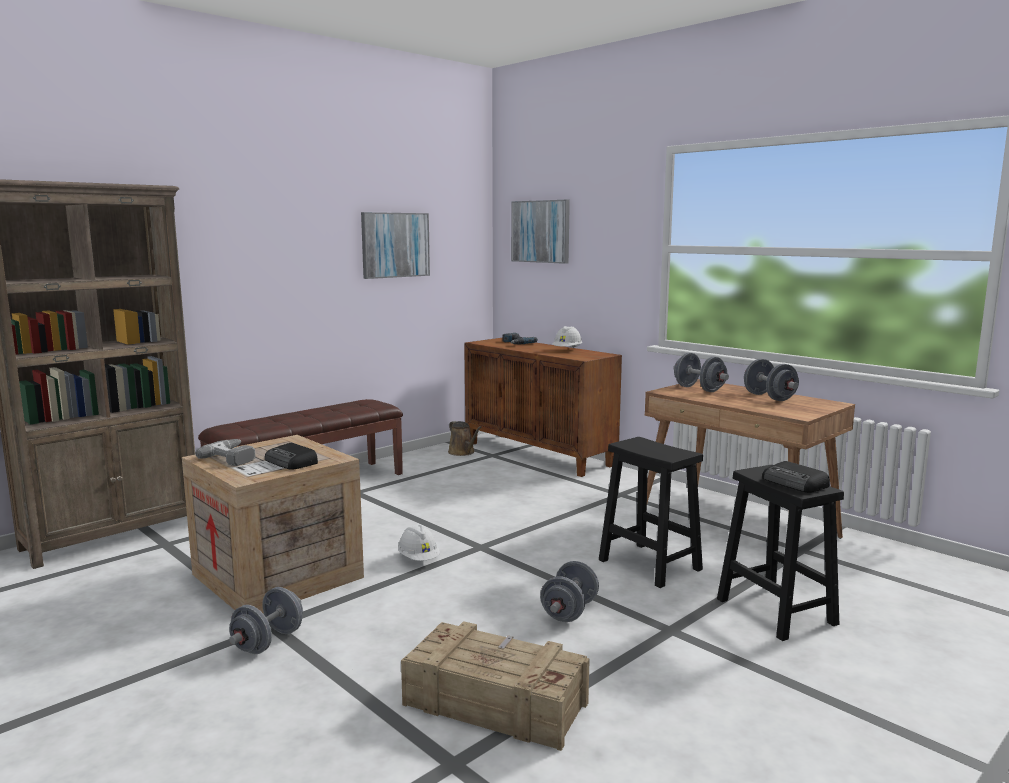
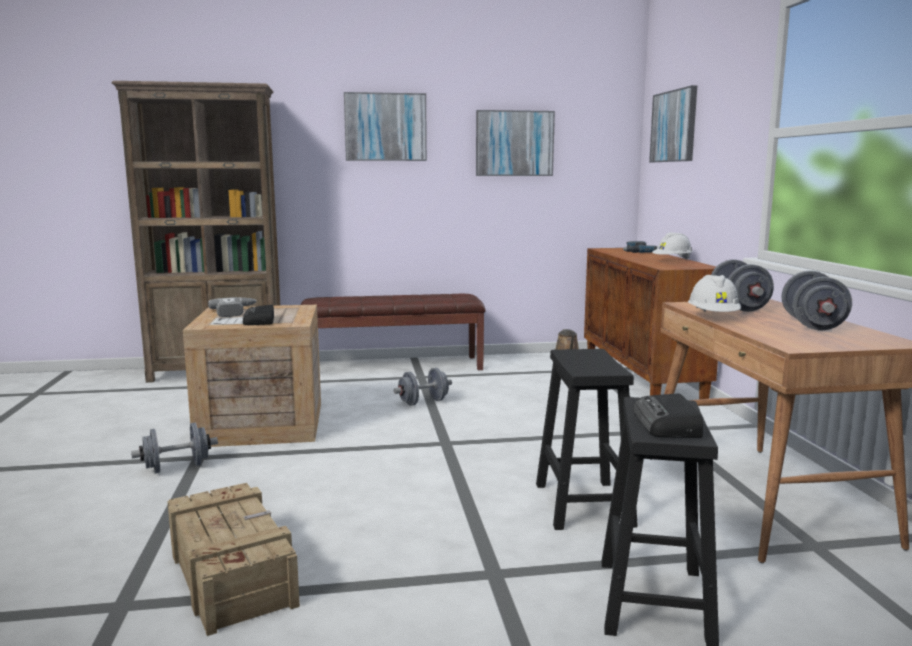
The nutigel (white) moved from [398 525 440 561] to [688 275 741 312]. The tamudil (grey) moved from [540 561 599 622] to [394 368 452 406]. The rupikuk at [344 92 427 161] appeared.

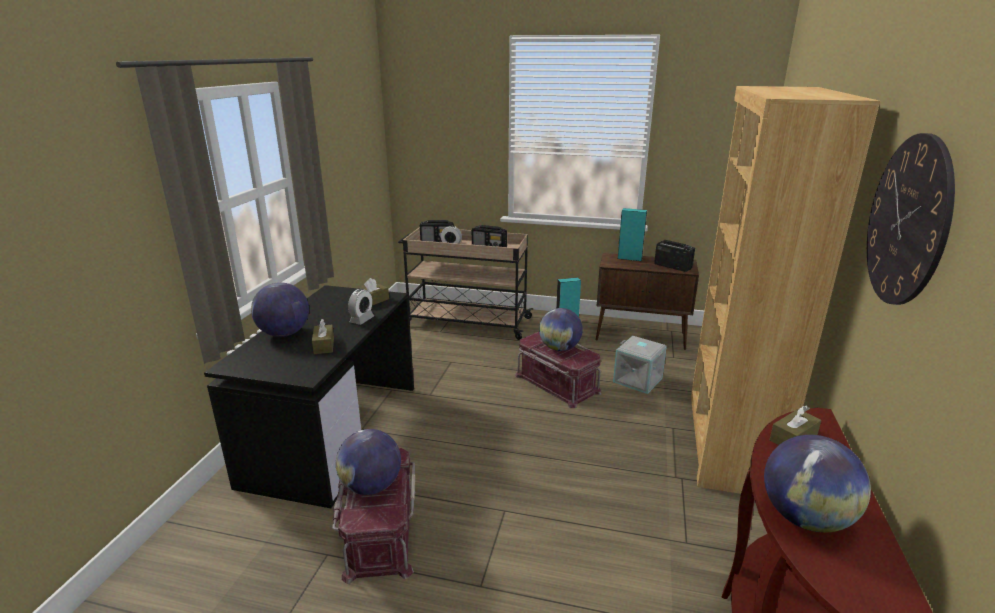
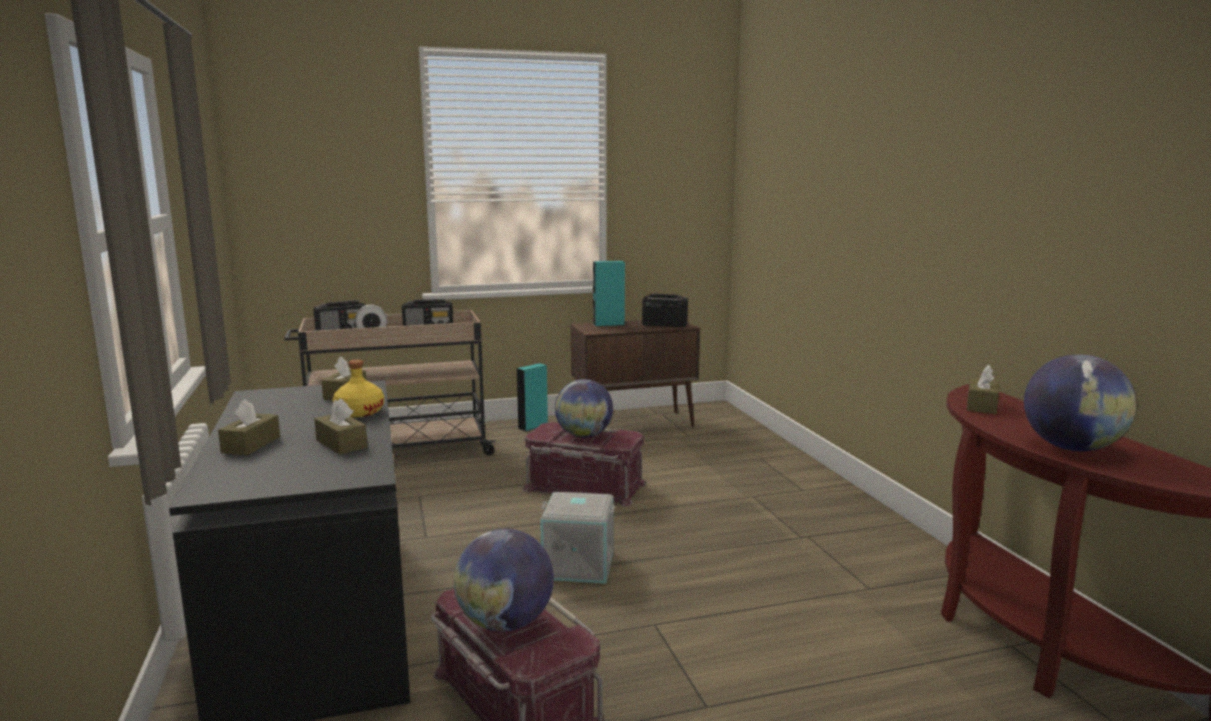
The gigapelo at [251 282 309 337] was replaced by the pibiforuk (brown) at [218 399 280 455]. The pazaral at [348 289 374 325] was replaced by the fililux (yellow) at [332 360 384 418]. The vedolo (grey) moved from [613 336 667 394] to [540 492 615 583]. The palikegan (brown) at [691 86 880 494] disappeared. The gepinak at [867 133 955 305] disappeared.

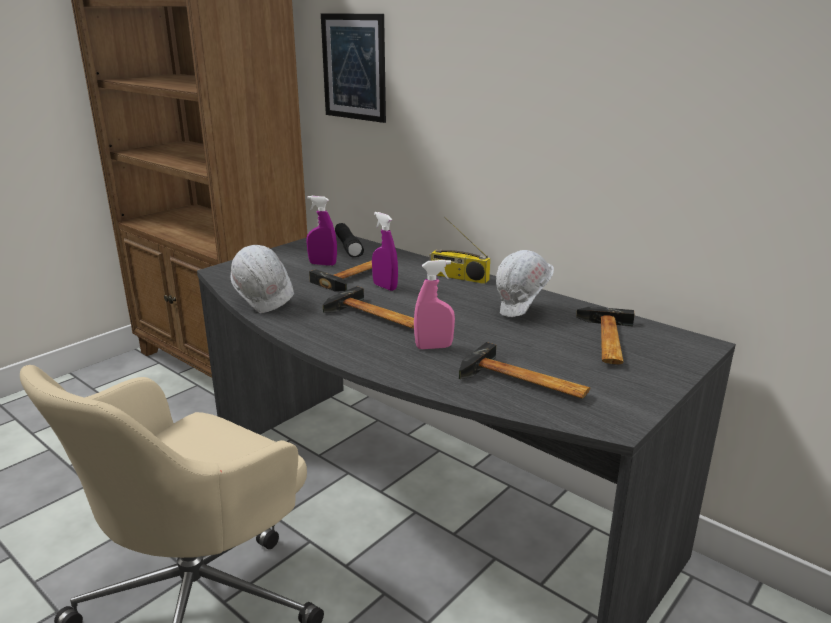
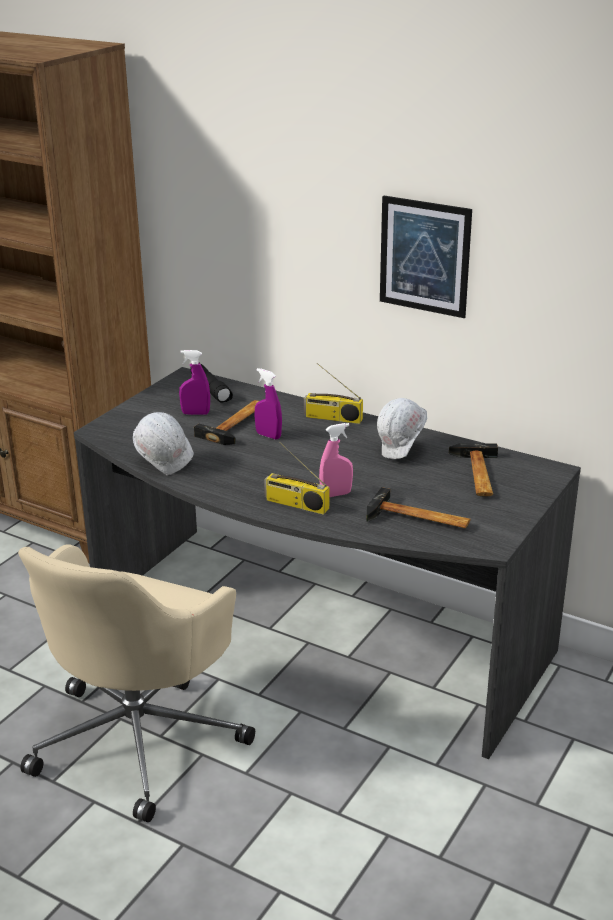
The rupikuk moved from [321 13 386 123] to [380 196 472 318]. The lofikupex at [323 286 414 329] disappeared. The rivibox at [264 441 329 514] appeared.

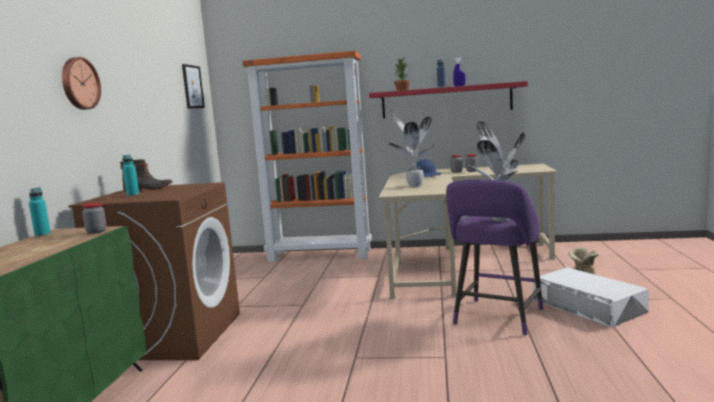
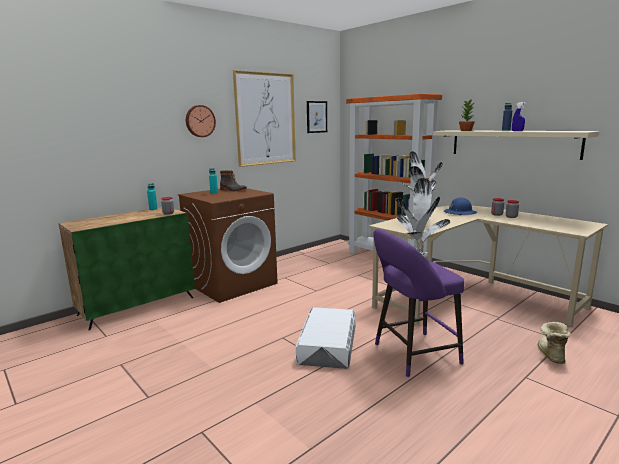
The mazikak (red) at [369 81 528 119] became the mazikak (beige) at [433 130 599 160]. The vedolo (white) moved from [533 267 649 327] to [296 307 356 369]. The rupikuk at [233 70 296 167] appeared.

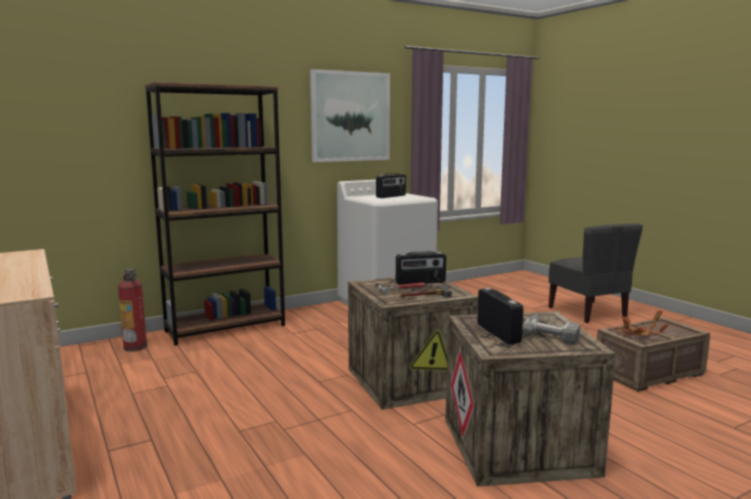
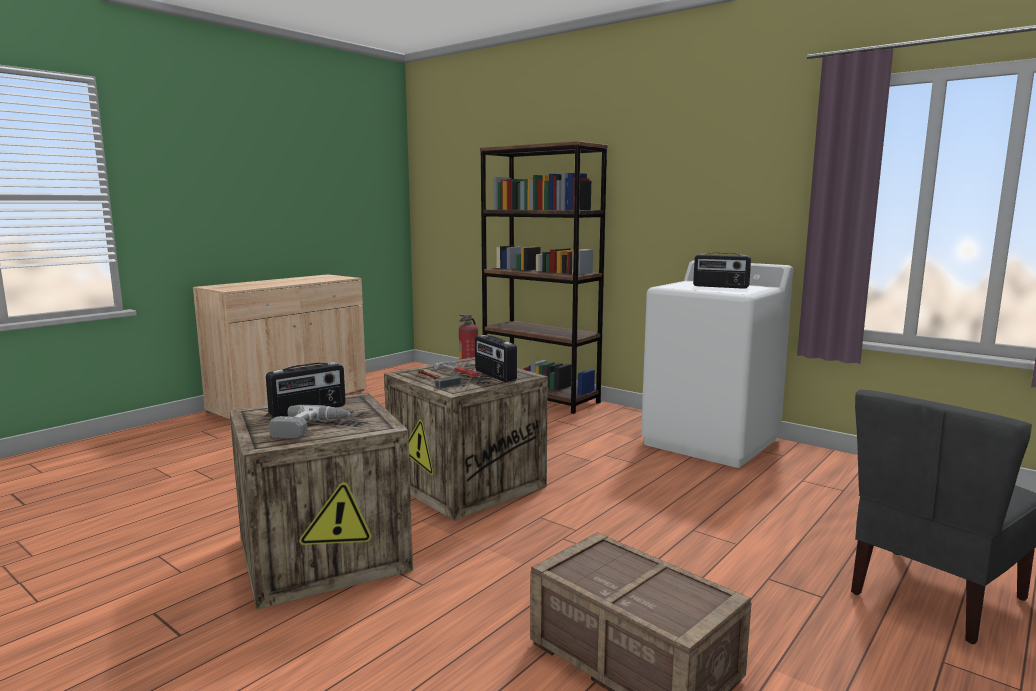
The rupikuk at [310 69 390 162] disappeared. The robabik at [615 311 669 336] disappeared.

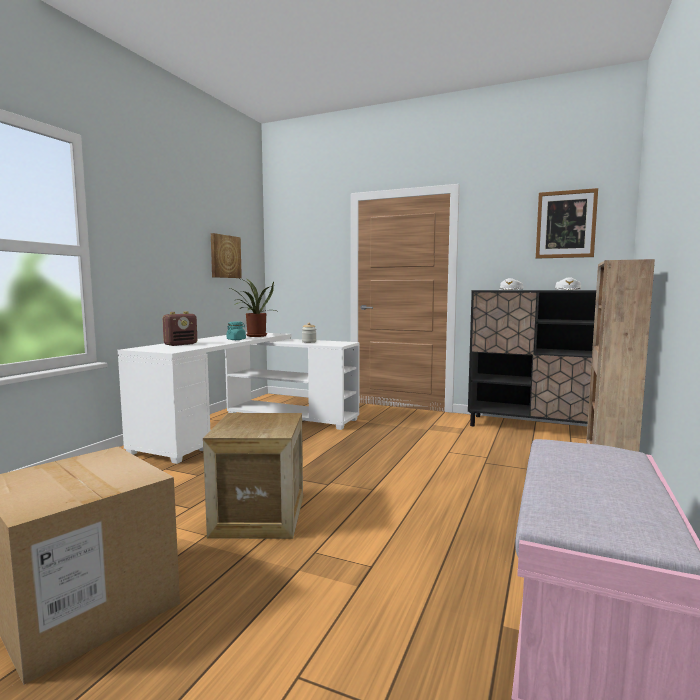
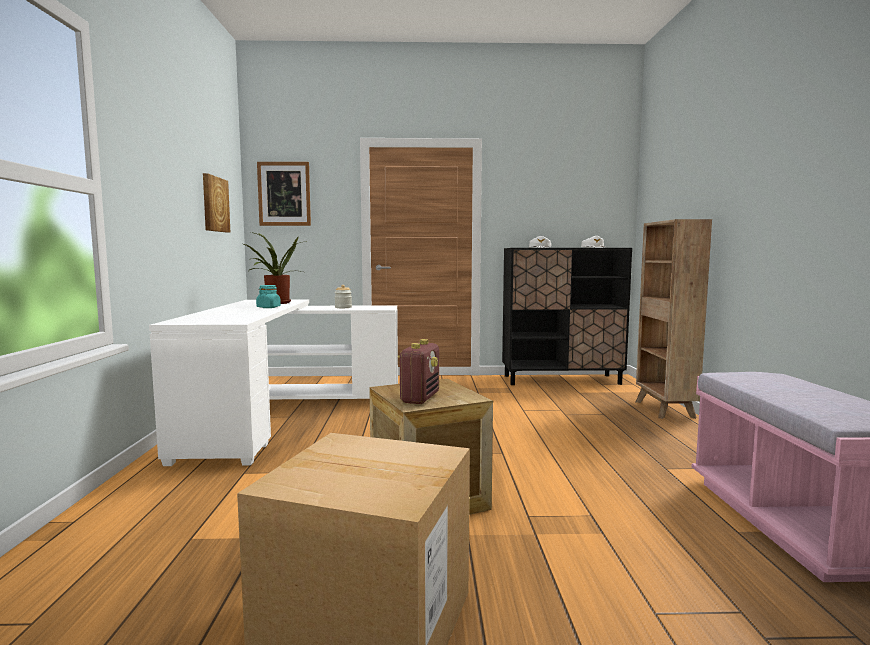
The rivibox moved from [162 311 197 346] to [398 339 439 404]. The rupikuk moved from [536 188 598 259] to [257 162 311 226].

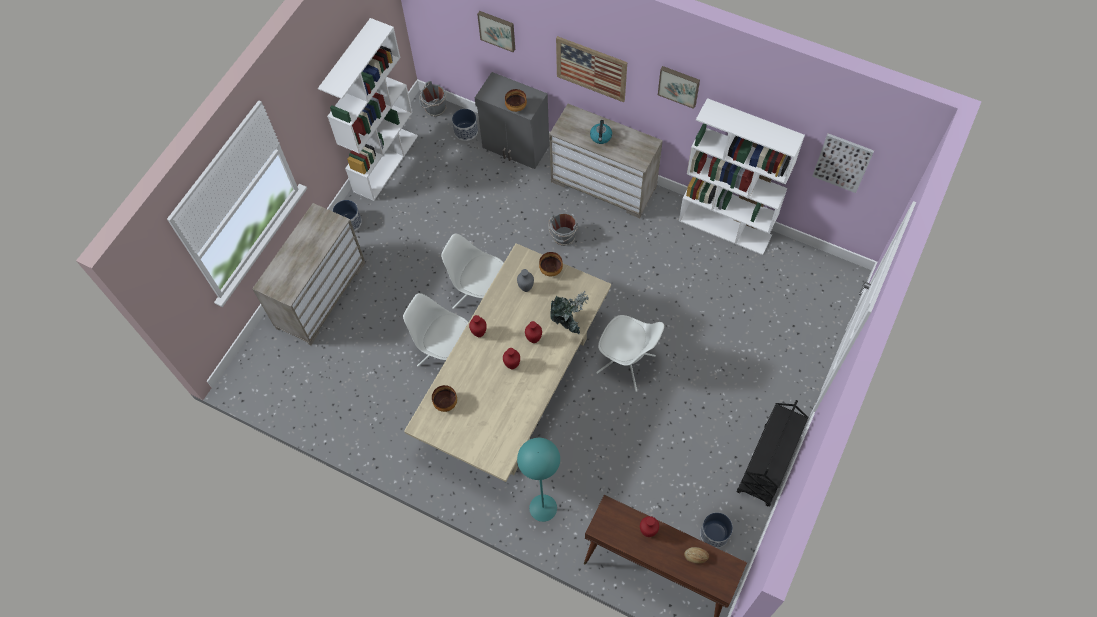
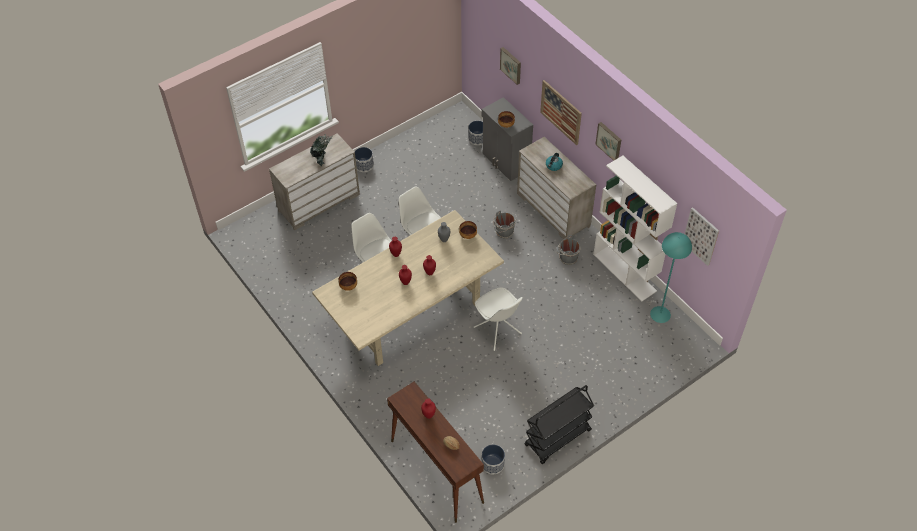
The palikegan (white) at [318 18 418 201] disappeared. The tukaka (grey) moved from [419 81 447 117] to [557 235 581 265]. The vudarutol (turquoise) moved from [517 438 560 522] to [650 232 692 323]. The robabik moved from [550 290 589 334] to [310 134 333 167].

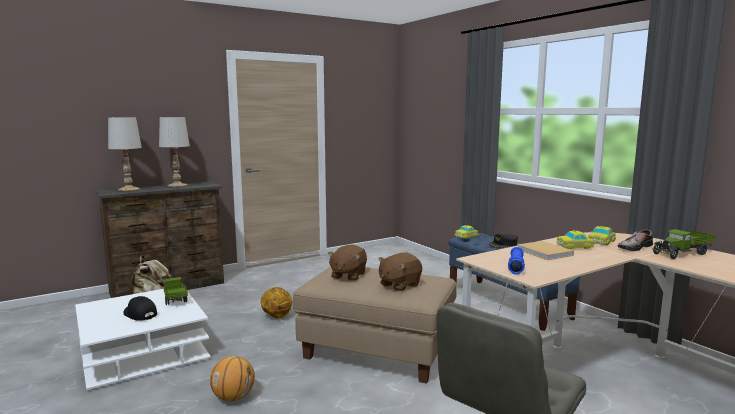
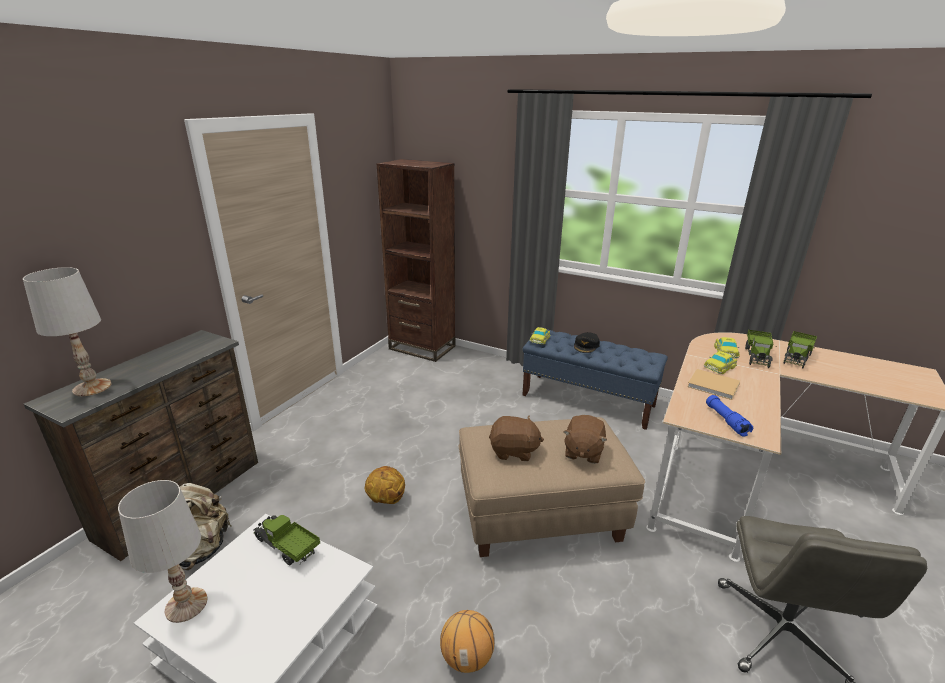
The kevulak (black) at [123 296 157 321] disappeared. The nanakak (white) moved from [159 117 190 187] to [118 480 207 623]. The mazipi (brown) at [328 244 367 281] turned 75 degrees counterclockwise. The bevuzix at [617 230 653 251] was replaced by the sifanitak at [745 330 777 368]. The palikegan (brown) at [377 159 455 362] appeared.

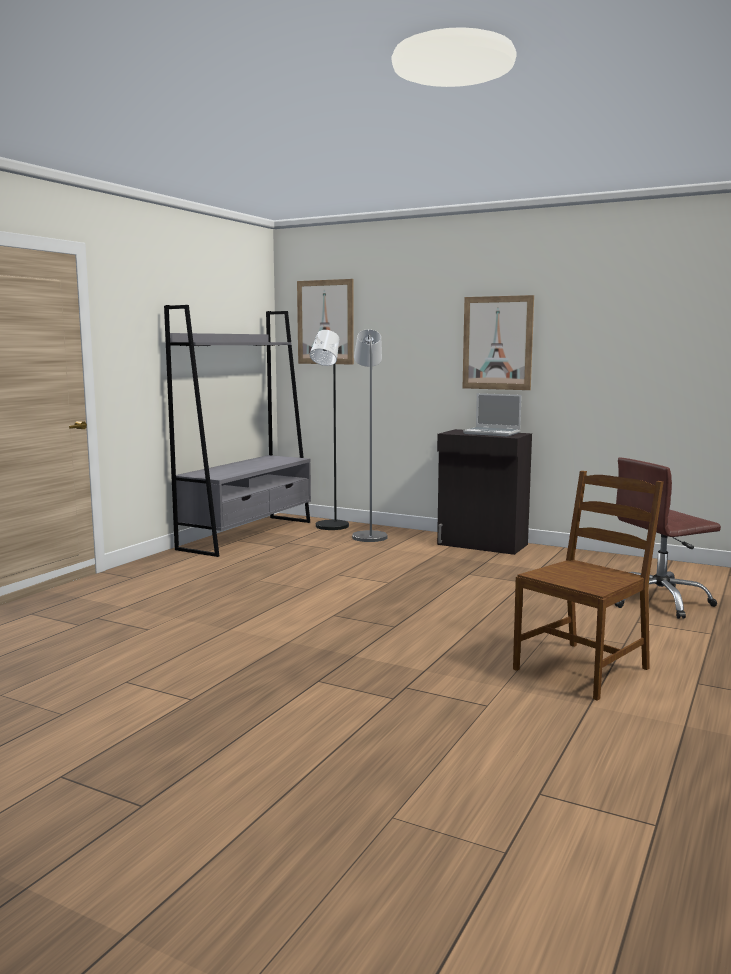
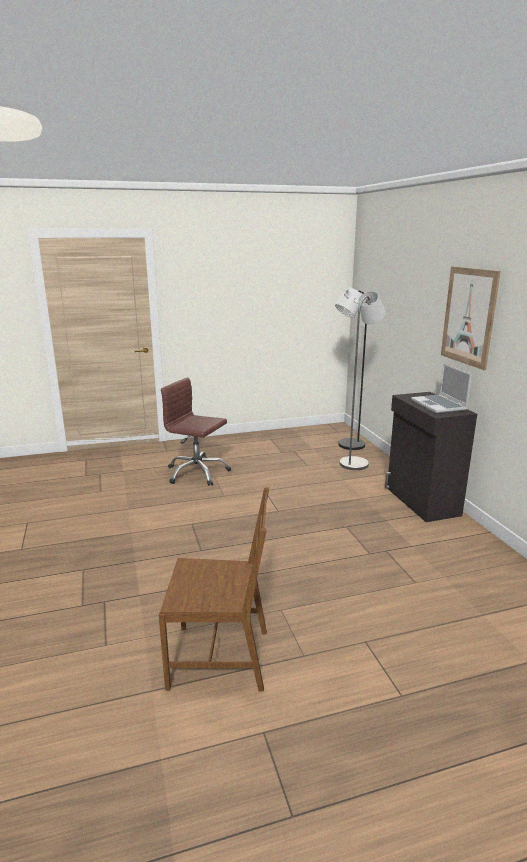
The palikegan (grey) at [164 305 311 557] disappeared. The rupikuk at [297 279 354 365] disappeared. The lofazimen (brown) moved from [614 458 721 619] to [161 377 231 486].

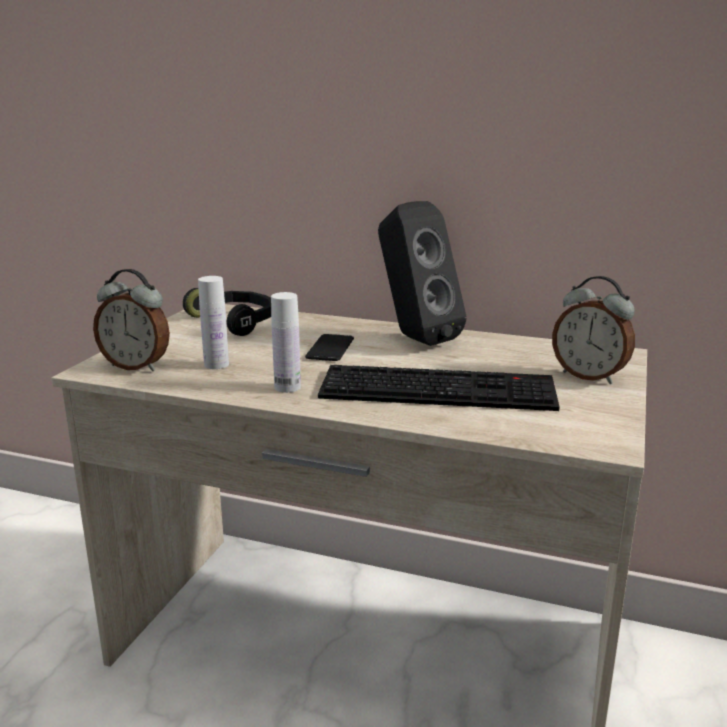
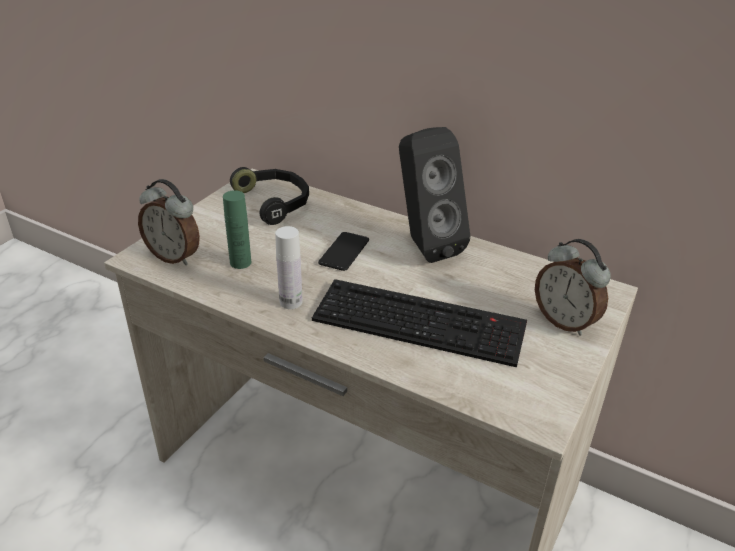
The fililux (white) at [198 276 229 369] became the fililux (green) at [223 190 251 269].

